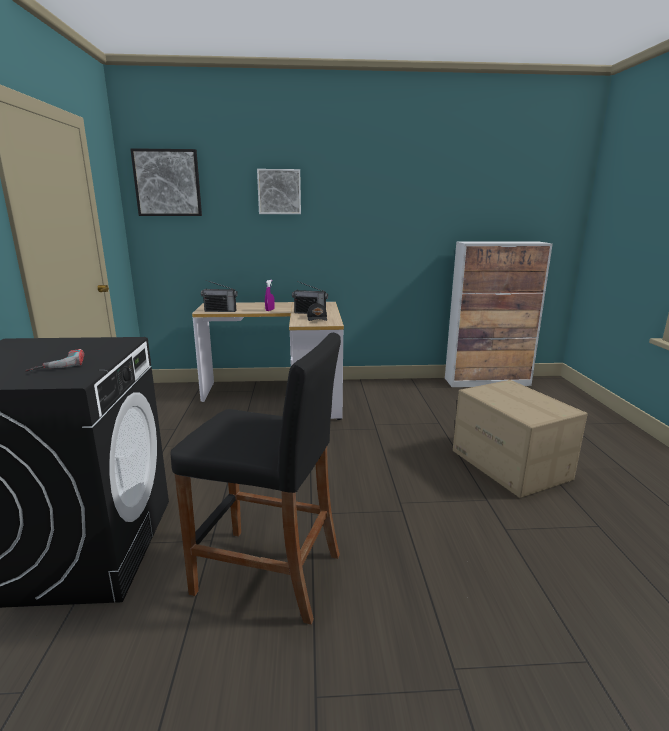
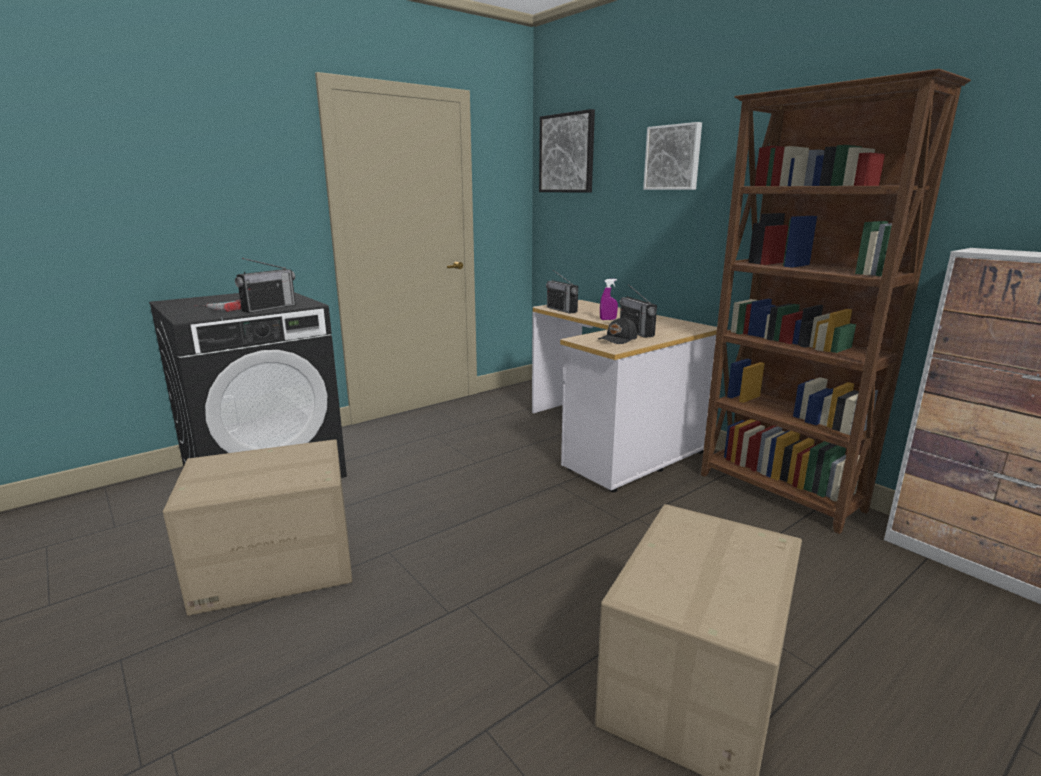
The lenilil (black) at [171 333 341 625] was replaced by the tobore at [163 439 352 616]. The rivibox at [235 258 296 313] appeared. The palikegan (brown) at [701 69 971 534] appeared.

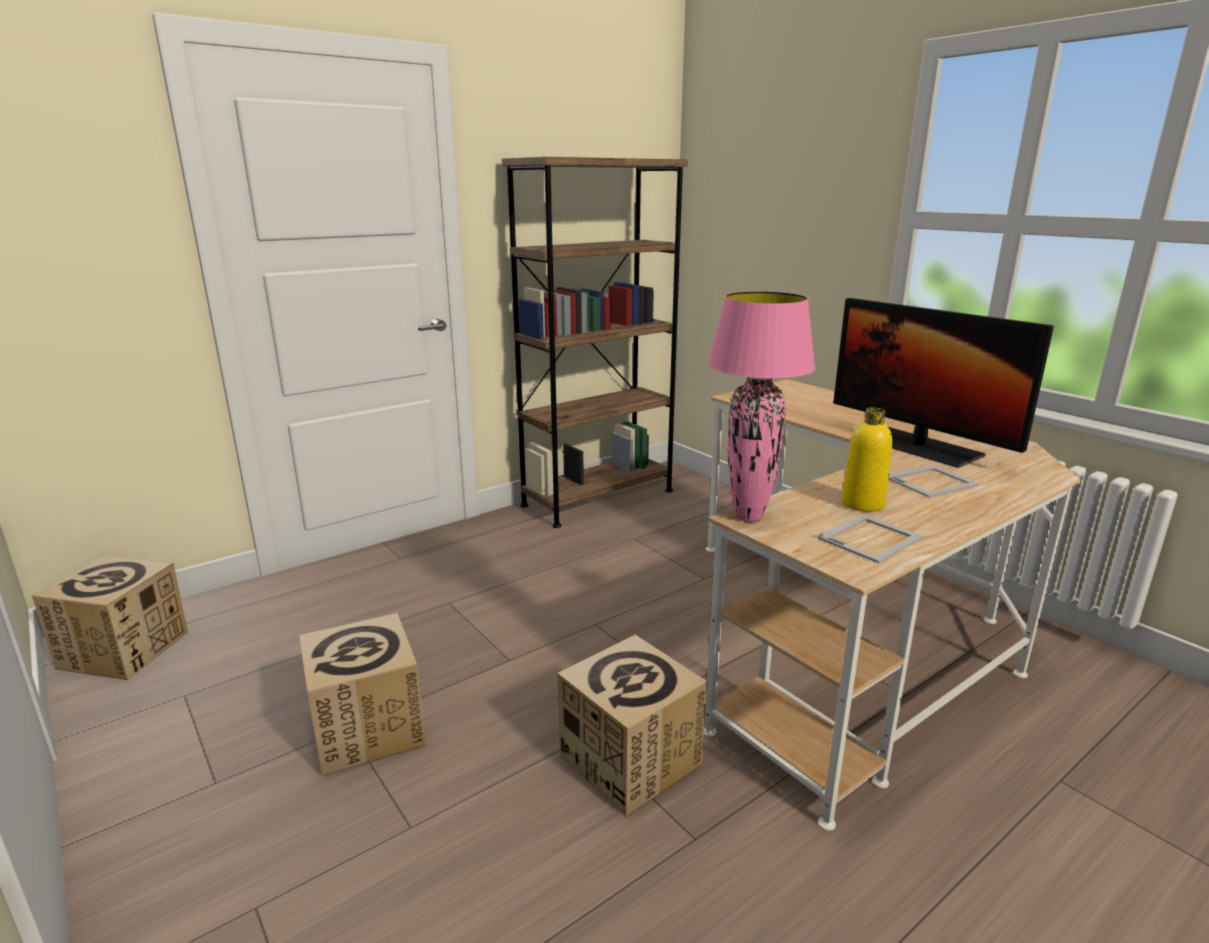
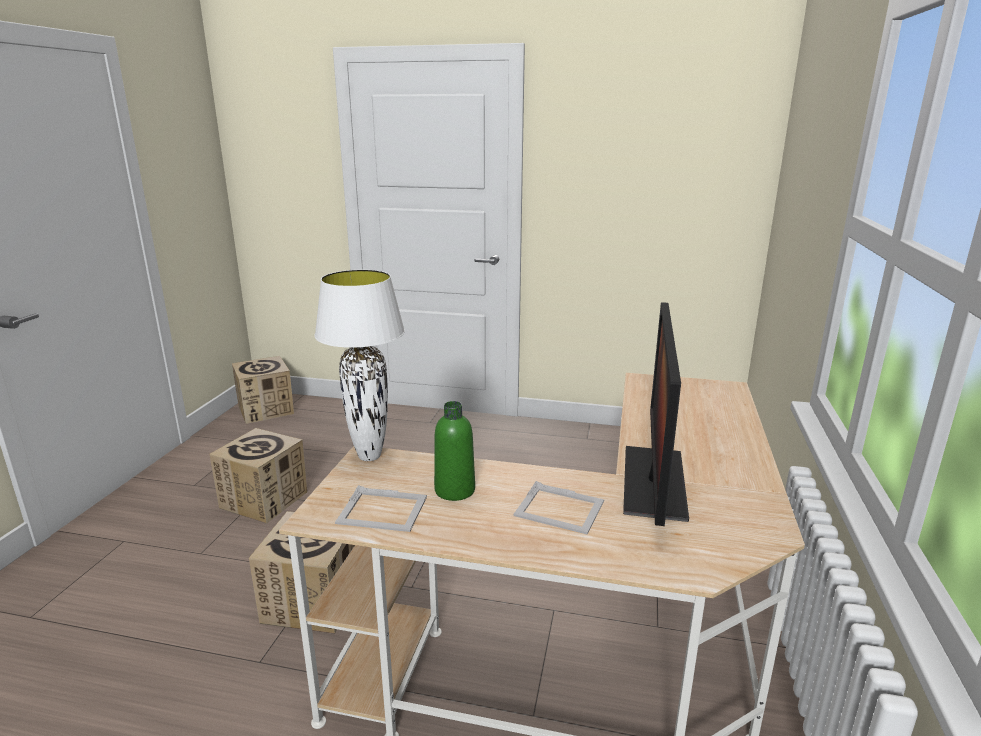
The palikegan (brown) at [502 157 688 528] disappeared. The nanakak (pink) at [708 291 816 522] became the nanakak (white) at [314 270 405 461]. The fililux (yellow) at [841 407 892 512] became the fililux (green) at [434 401 475 501].

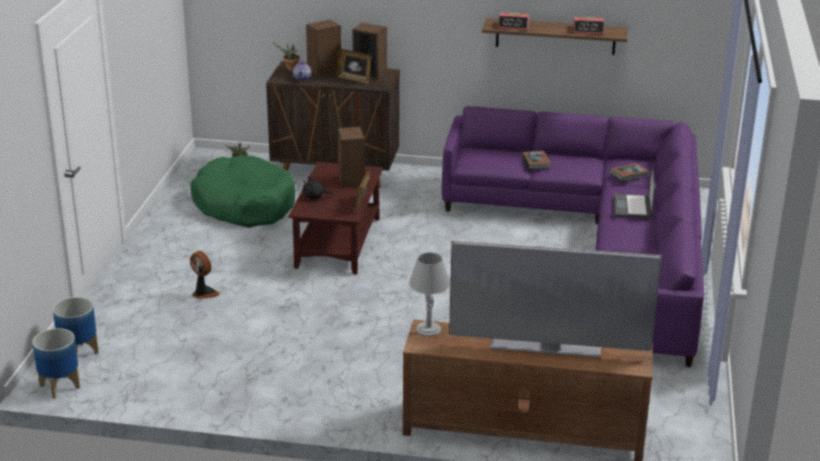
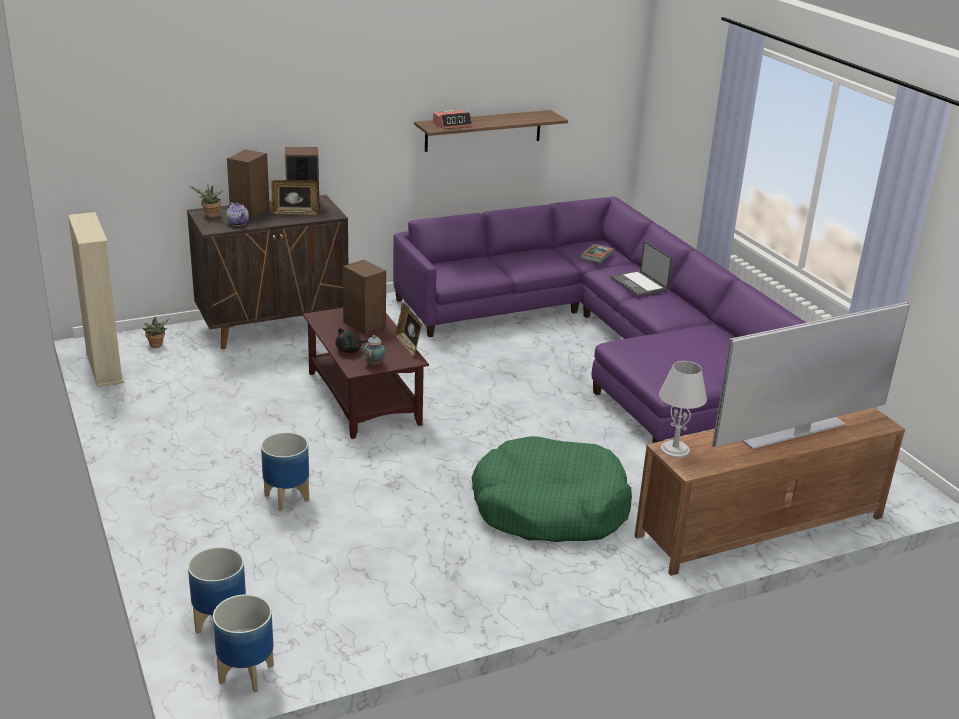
The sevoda at [190 251 220 299] was replaced by the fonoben at [261 432 309 511]. The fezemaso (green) moved from [191 156 295 228] to [472 436 632 542]. The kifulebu at [522 151 551 169] disappeared. The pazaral at [573 17 604 35] disappeared. The palikegan (beige) at [68 212 124 387] appeared. The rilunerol at [363 335 386 366] appeared.

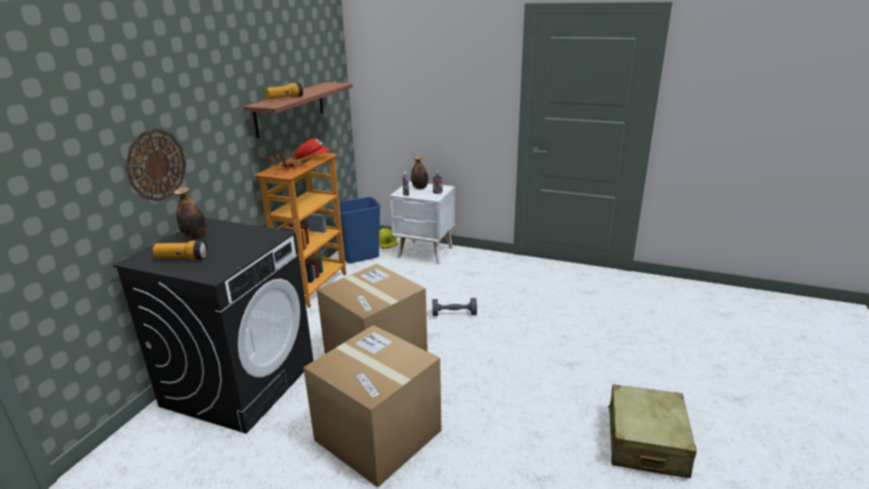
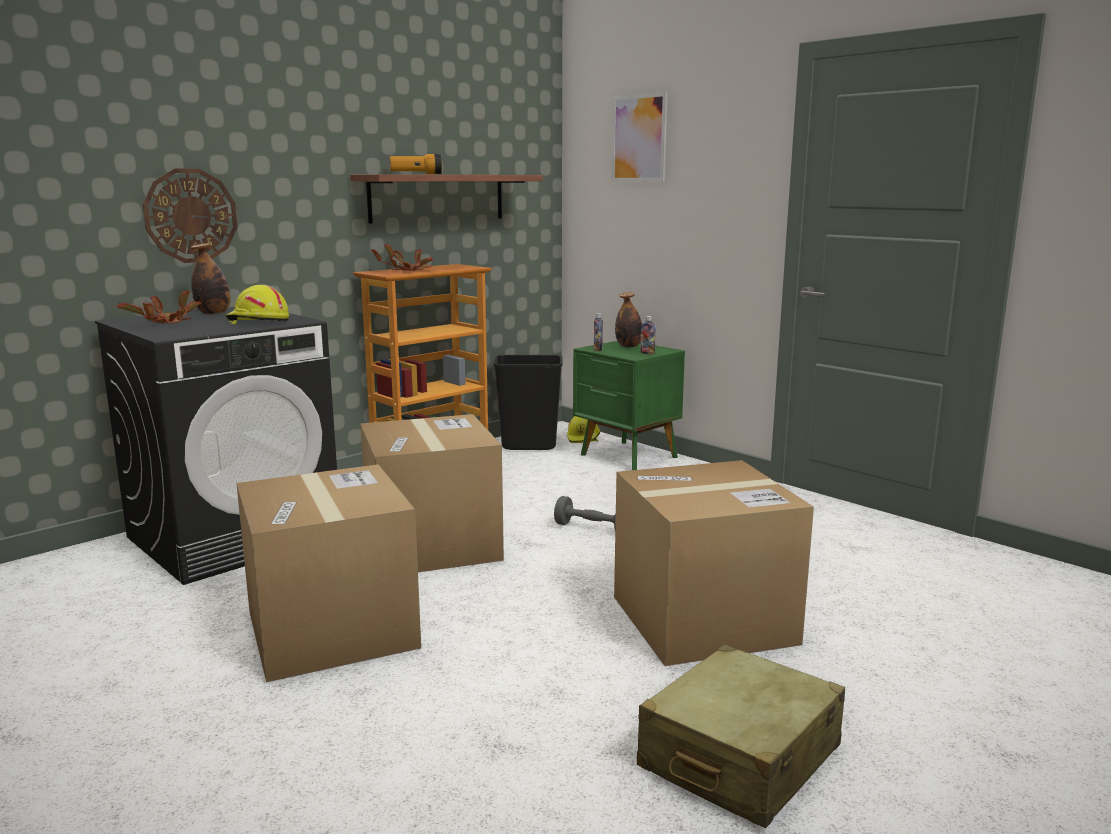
The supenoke at [153 241 208 259] was replaced by the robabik at [117 290 202 323]. The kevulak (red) at [296 139 330 159] disappeared. The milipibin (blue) at [332 197 381 263] became the milipibin (black) at [493 355 563 450]. The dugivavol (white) at [390 181 455 264] became the dugivavol (green) at [573 341 685 470]. The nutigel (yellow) at [225 285 289 324] appeared. The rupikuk at [611 92 667 182] appeared. The tobore at [614 460 814 666] appeared.

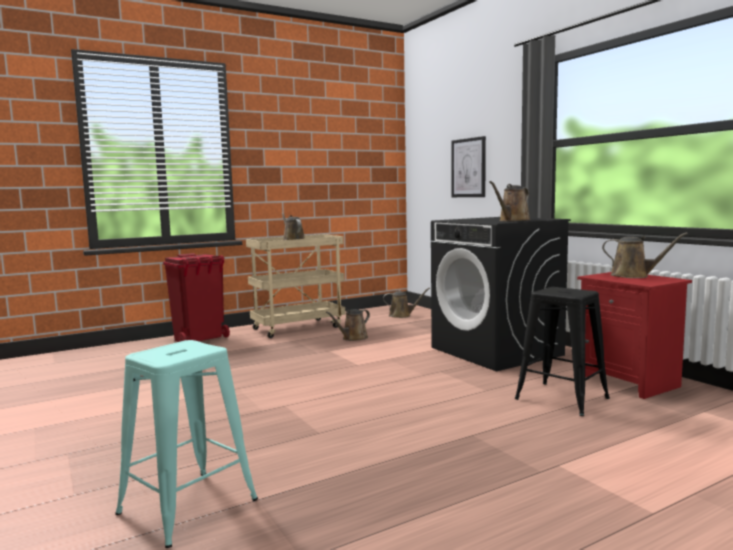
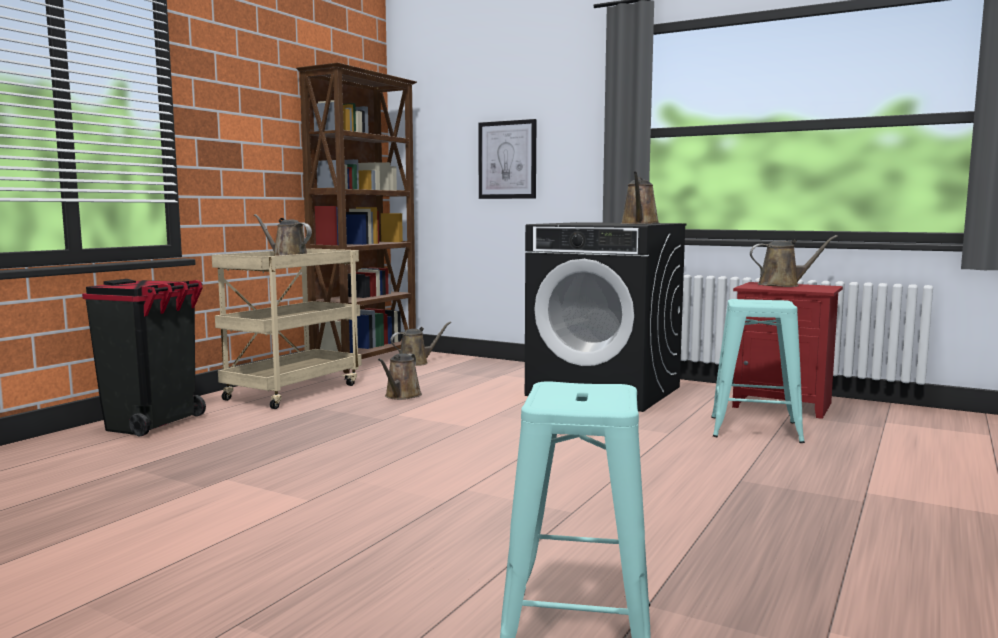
The milipibin (red) at [163 253 230 342] became the milipibin (black) at [82 279 206 436]. The lenilil (black) at [515 287 610 416] became the lenilil (turquoise) at [711 299 805 443]. The palikegan (brown) at [296 62 417 374] appeared.

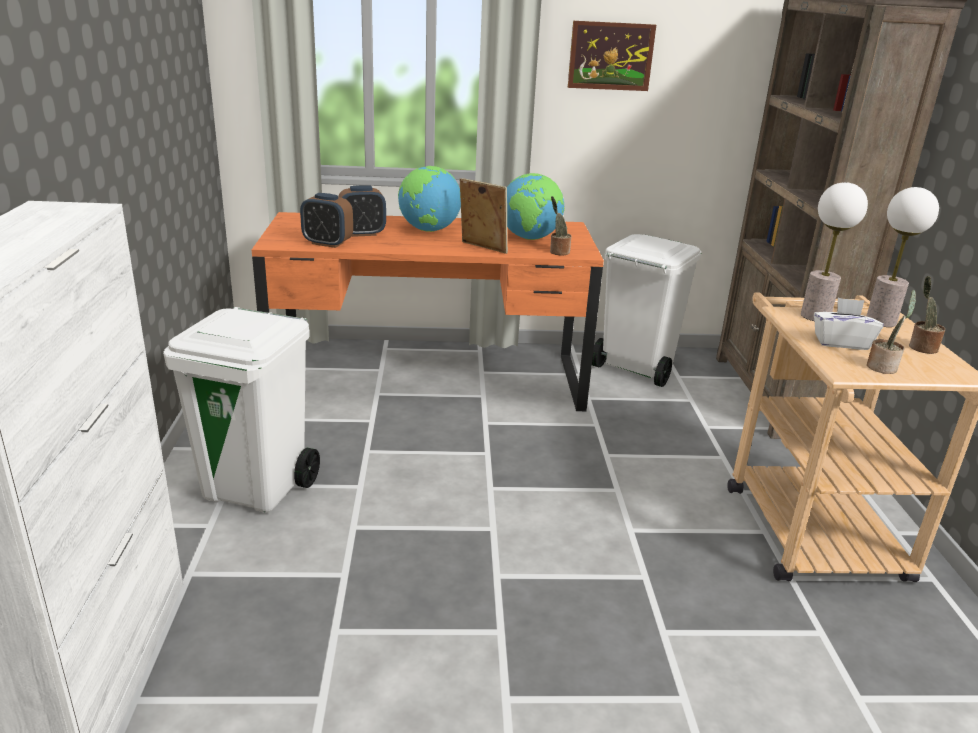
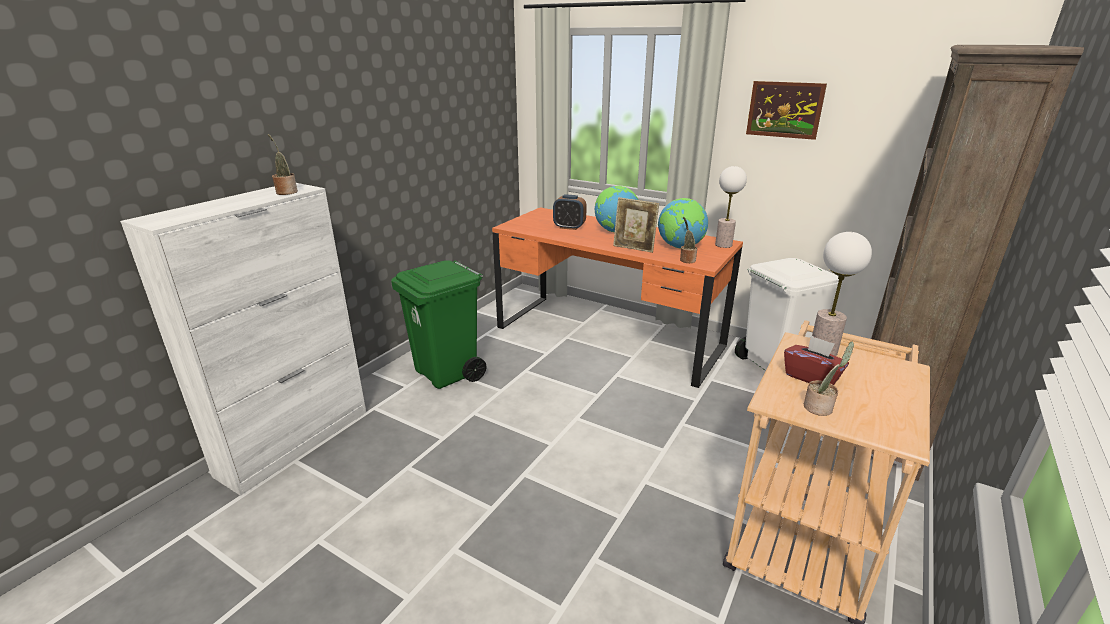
The milipibin (white) at [163 307 320 513] became the milipibin (green) at [391 260 486 389]. The pazaral at [300 193 353 248] disappeared. The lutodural at [460 178 508 254] turned 135 degrees clockwise. The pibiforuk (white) at [814 298 884 350] became the pibiforuk (red) at [784 335 849 385]. The nanakak moved from [867 187 939 327] to [715 166 747 248]. The robabik moved from [909 276 945 354] to [268 134 298 195].

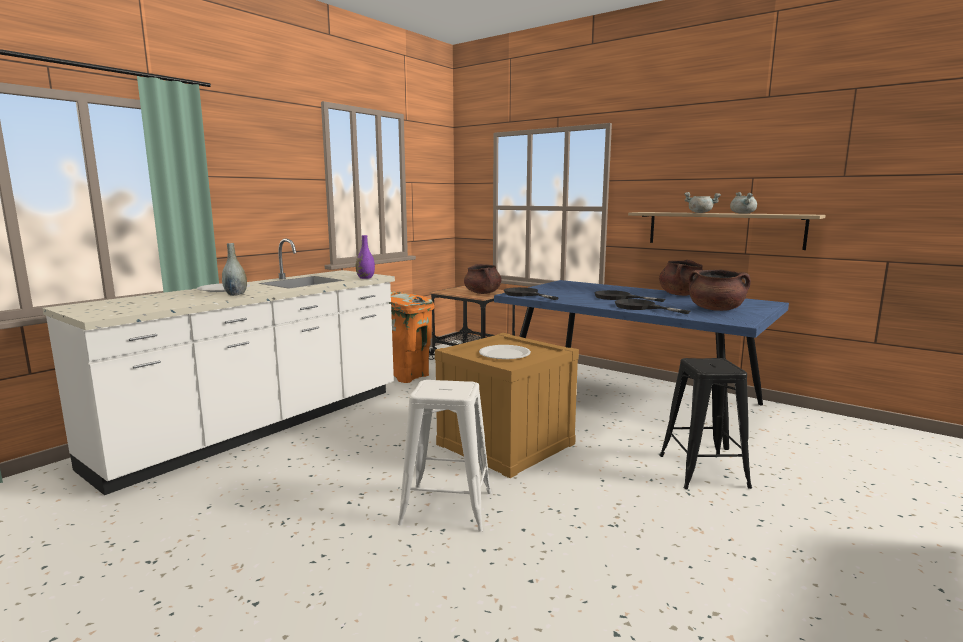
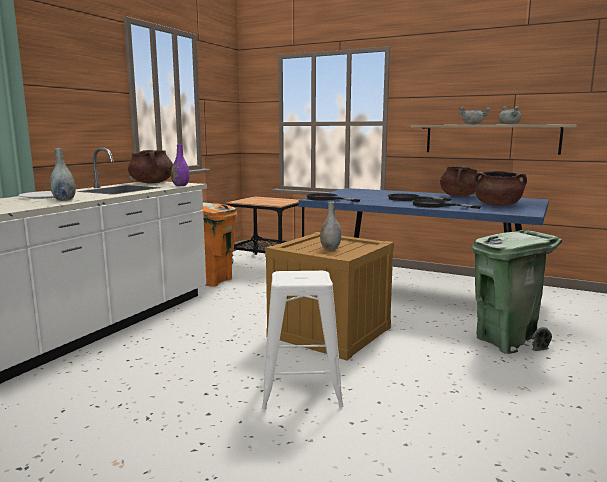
The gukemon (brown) moved from [464 264 502 294] to [128 150 173 184]. The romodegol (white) at [479 345 531 359] was replaced by the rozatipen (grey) at [320 201 341 250]. The lenilil (black) at [659 358 752 489] was replaced by the milipibin (green) at [472 230 562 354].

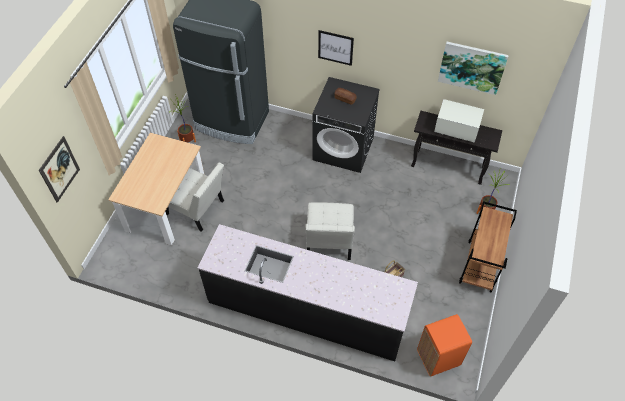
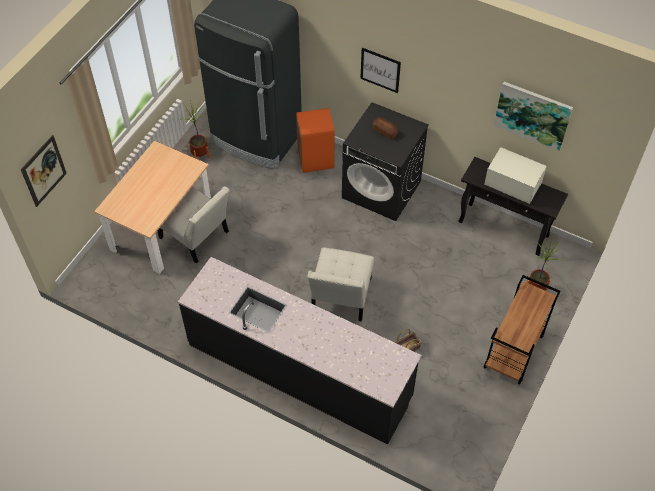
The milipibin (orange) moved from [417 314 472 377] to [296 108 335 173].

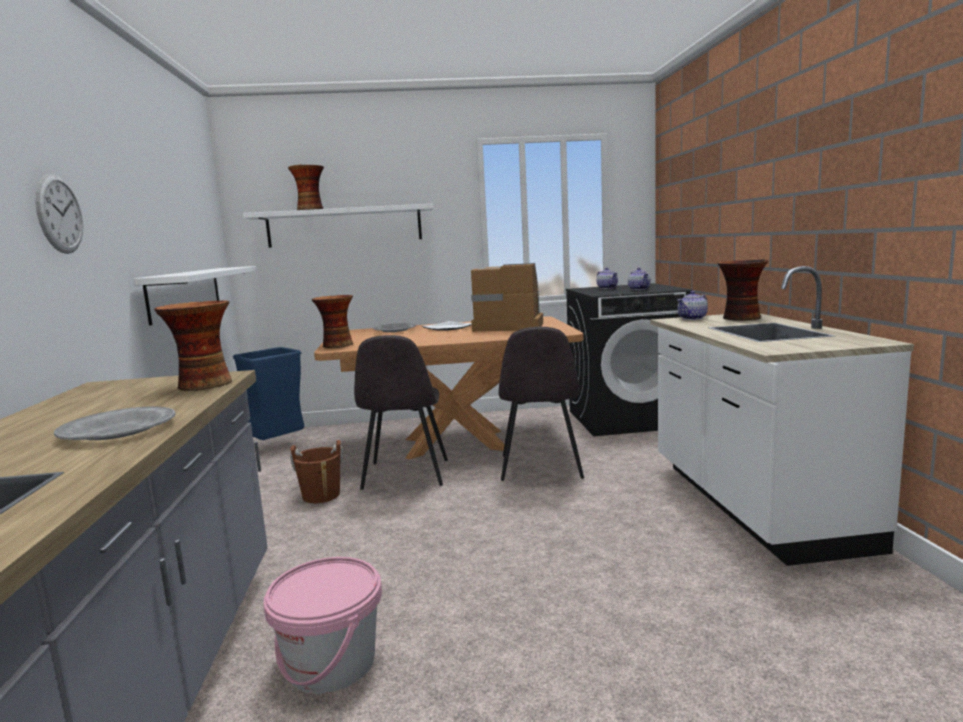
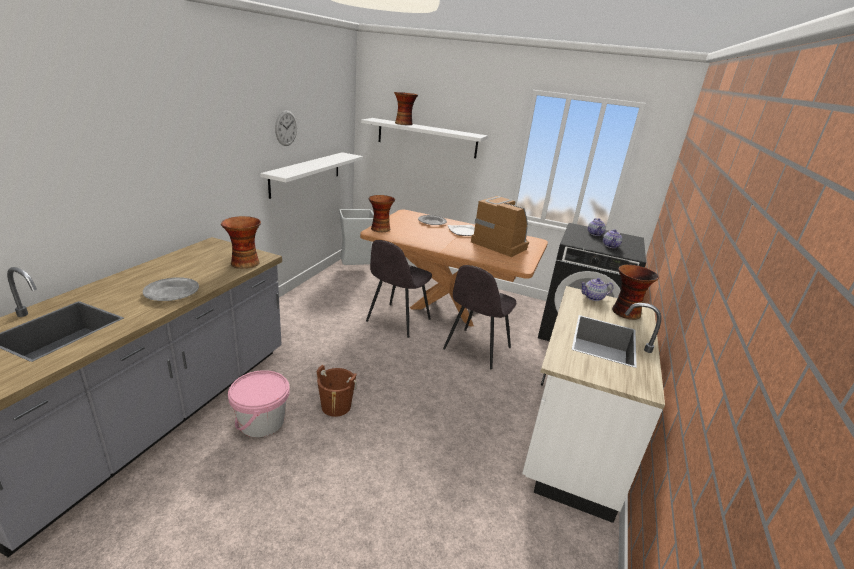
The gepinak moved from [35 174 83 254] to [275 110 297 146]. The milipibin (blue) at [233 347 304 440] became the milipibin (grey) at [339 209 374 265]. The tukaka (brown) moved from [290 440 343 503] to [317 365 357 417].

